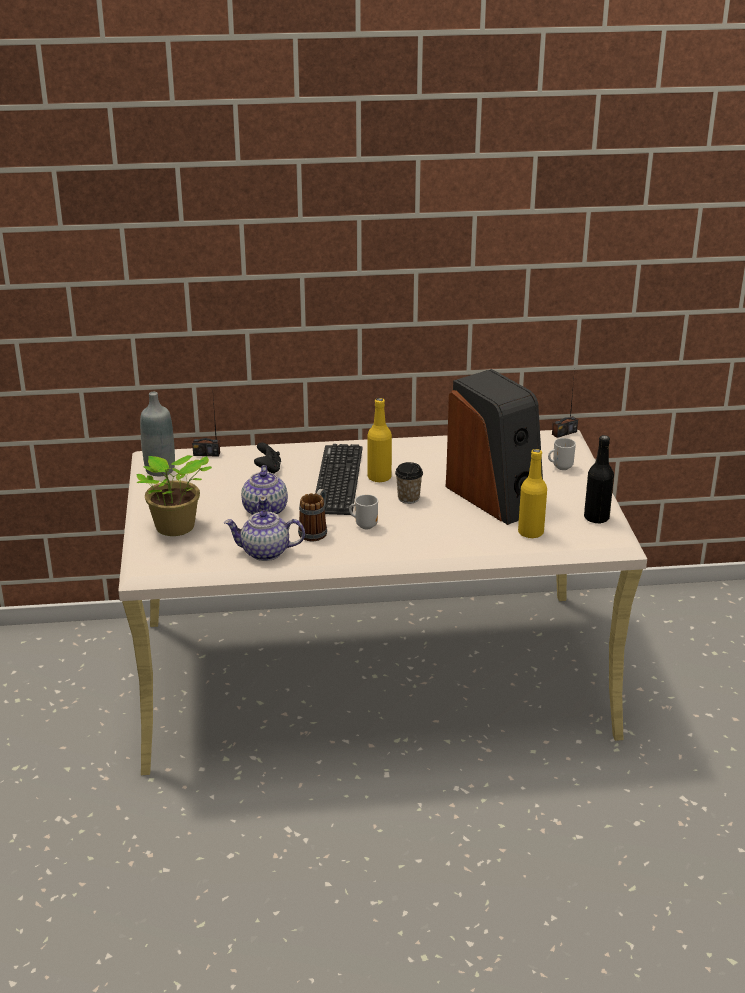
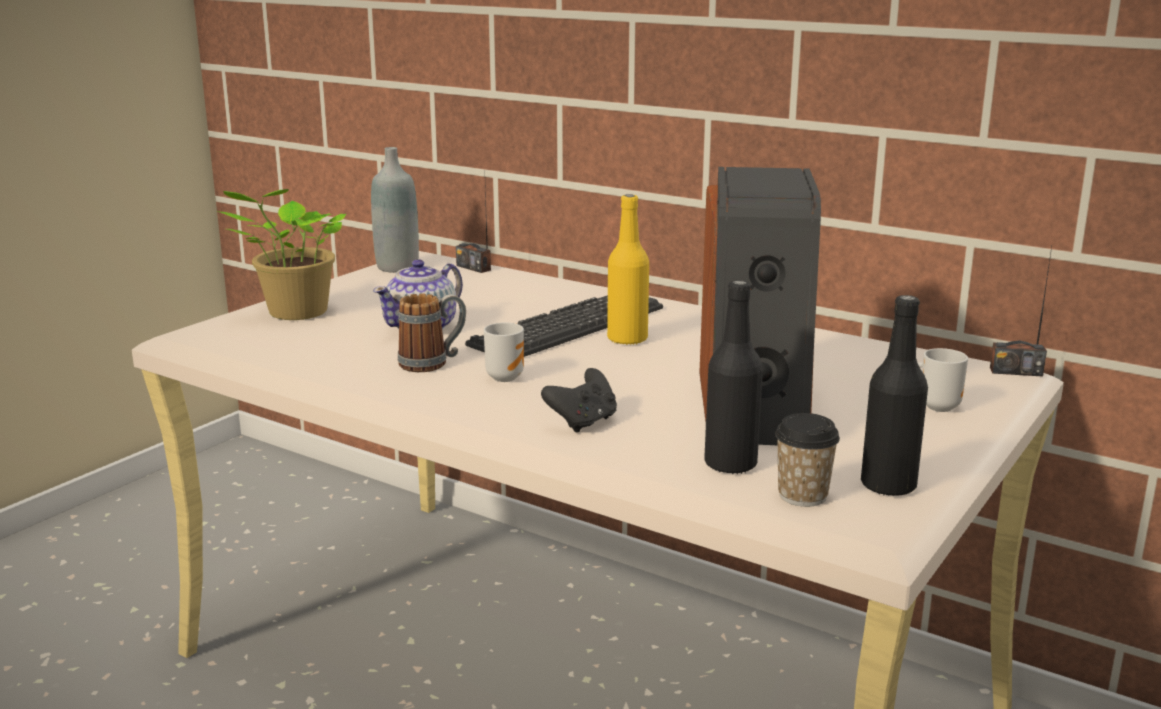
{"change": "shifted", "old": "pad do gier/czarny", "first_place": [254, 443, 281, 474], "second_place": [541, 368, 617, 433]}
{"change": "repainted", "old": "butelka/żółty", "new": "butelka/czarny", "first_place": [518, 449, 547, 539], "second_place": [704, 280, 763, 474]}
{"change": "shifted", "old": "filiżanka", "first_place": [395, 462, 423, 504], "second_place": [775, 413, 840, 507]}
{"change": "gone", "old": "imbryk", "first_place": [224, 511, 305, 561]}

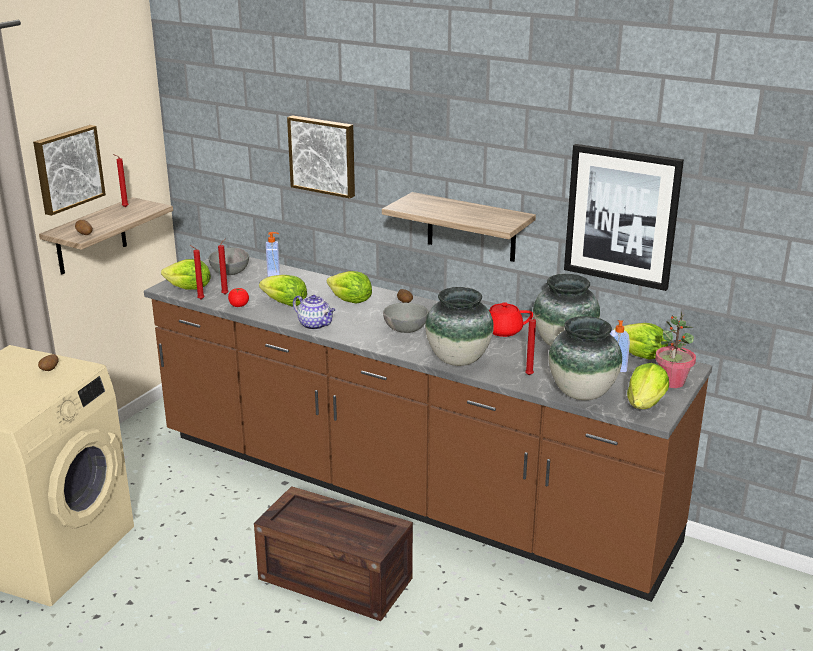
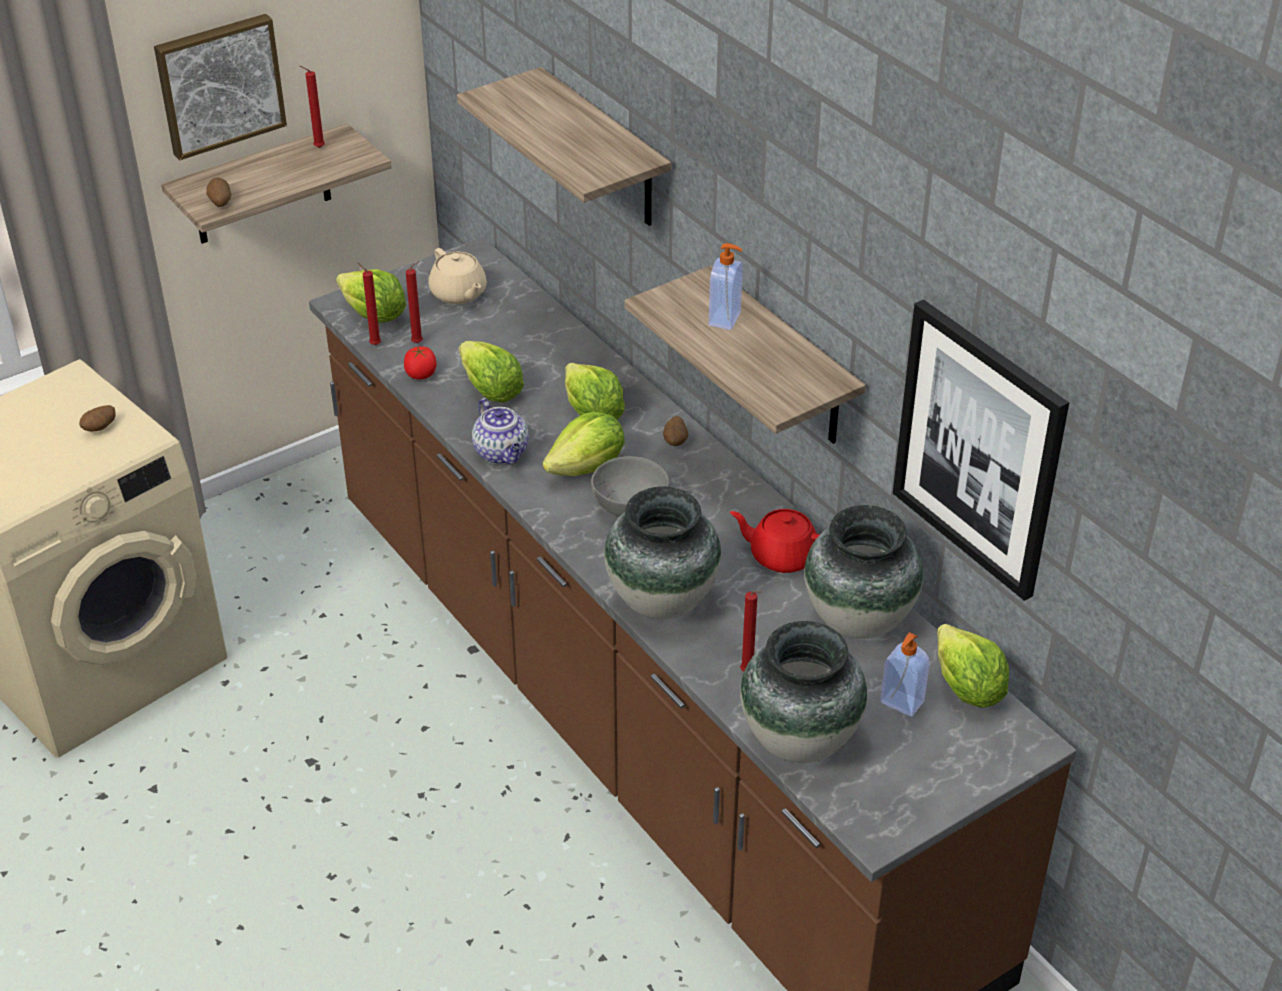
{"change": "swapped", "old": "miska/szary", "new": "imbryk/beżowy", "first_place": [209, 248, 249, 275], "second_place": [428, 248, 487, 304]}
{"change": "swapped", "old": "obraz", "new": "półka", "first_place": [287, 115, 355, 199], "second_place": [457, 67, 671, 226]}
{"change": "shifted", "old": "sałata", "first_place": [627, 363, 669, 409], "second_place": [543, 412, 625, 476]}
{"change": "shifted", "old": "dozownik mydła", "first_place": [266, 232, 280, 276], "second_place": [709, 243, 743, 330]}
{"change": "gone", "old": "skrzynka", "first_place": [254, 486, 413, 621]}
{"change": "gone", "old": "roślina doniczkowa", "first_place": [655, 312, 696, 388]}

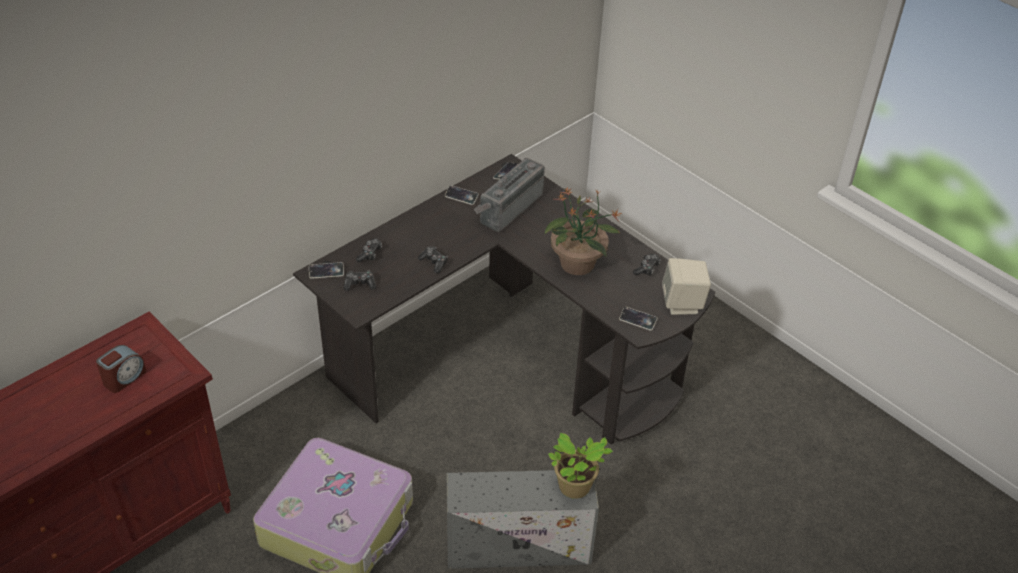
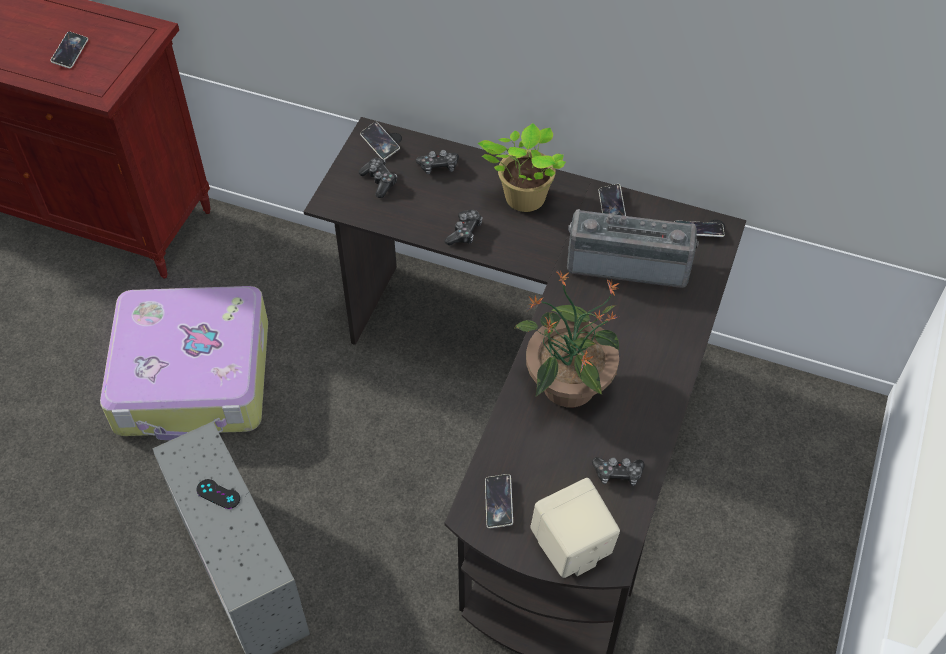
{"change": "swapped", "old": "budzik", "new": "telefon", "first_place": [96, 345, 147, 393], "second_place": [50, 31, 88, 68]}
{"change": "new", "new": "pad do gier/czarny", "second_place": [196, 479, 240, 509]}
{"change": "shifted", "old": "roślina doniczkowa", "first_place": [548, 433, 613, 499], "second_place": [478, 123, 566, 212]}

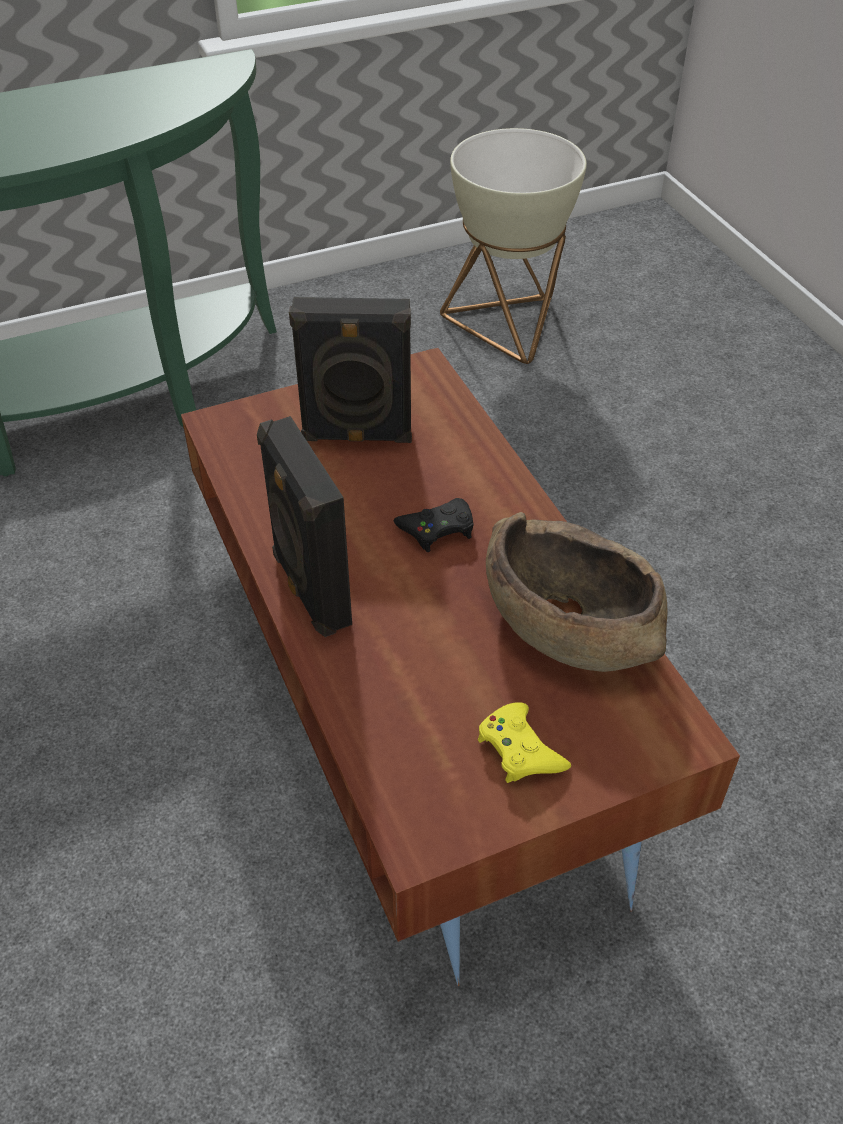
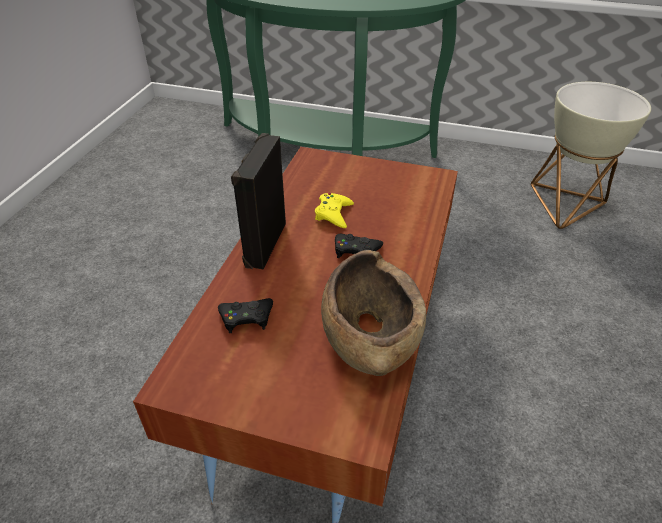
{"change": "new", "new": "pad do gier/czarny", "second_place": [218, 298, 273, 333]}
{"change": "shifted", "old": "pad do gier/żółty", "first_place": [478, 702, 571, 783], "second_place": [315, 193, 354, 228]}
{"change": "gone", "old": "głośnik/czarny", "first_place": [289, 297, 412, 443]}

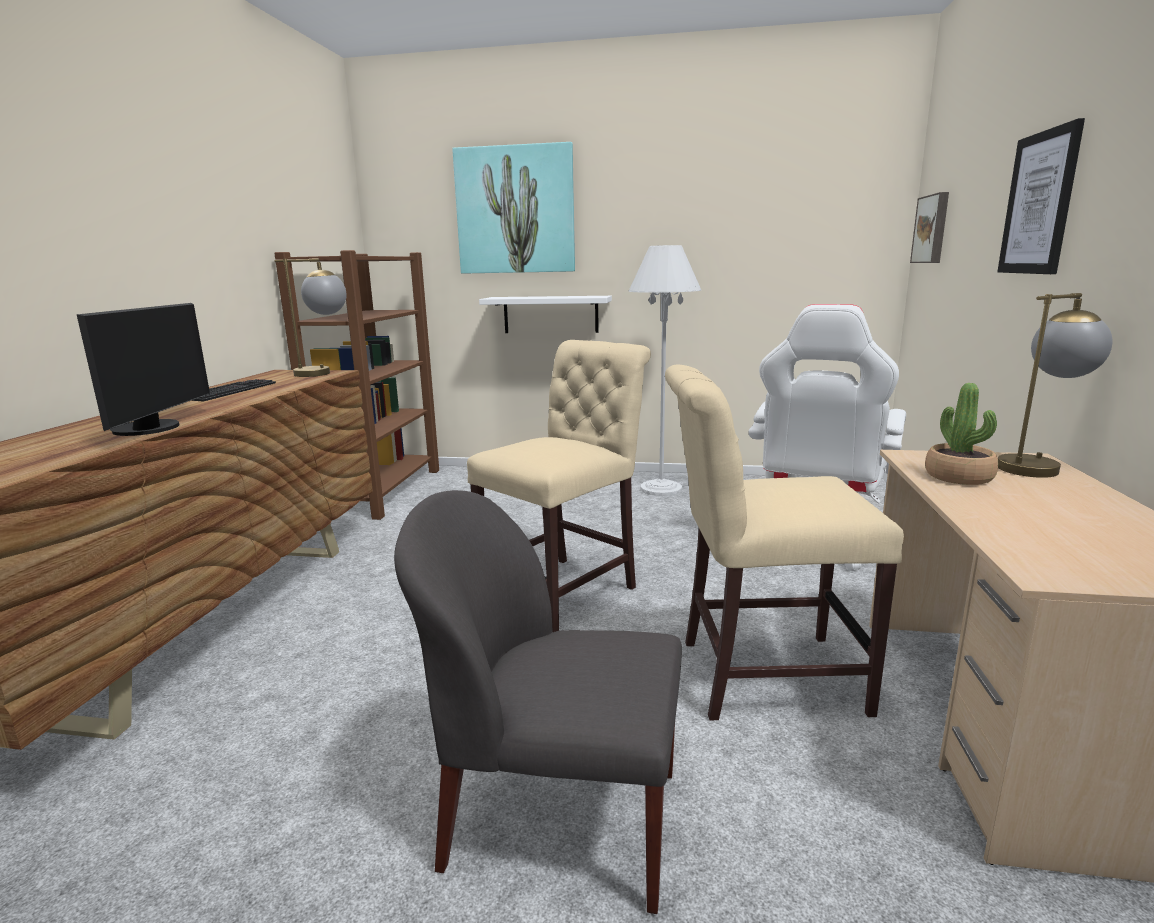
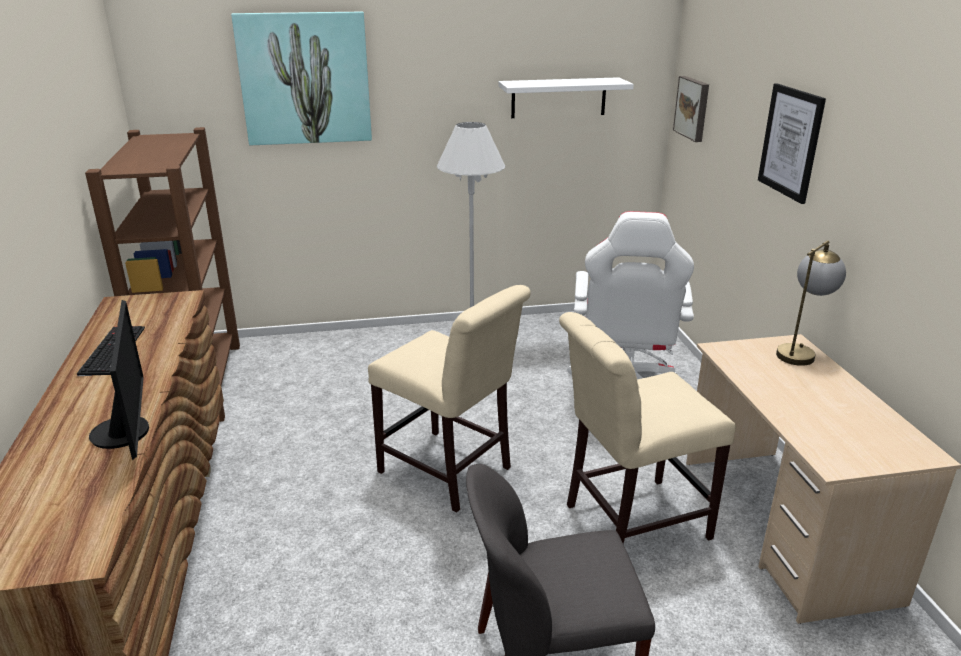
{"change": "rotated", "old": "krzesło/beżowy", "first_place": [467, 340, 651, 632], "second_place": [368, 285, 531, 513], "degrees": 105}
{"change": "shifted", "old": "półka/biały", "first_place": [479, 296, 612, 333], "second_place": [498, 77, 634, 118]}
{"change": "gone", "old": "lampa stołowa", "first_place": [274, 258, 347, 377]}
{"change": "gone", "old": "roślina doniczkowa", "first_place": [925, 383, 998, 485]}

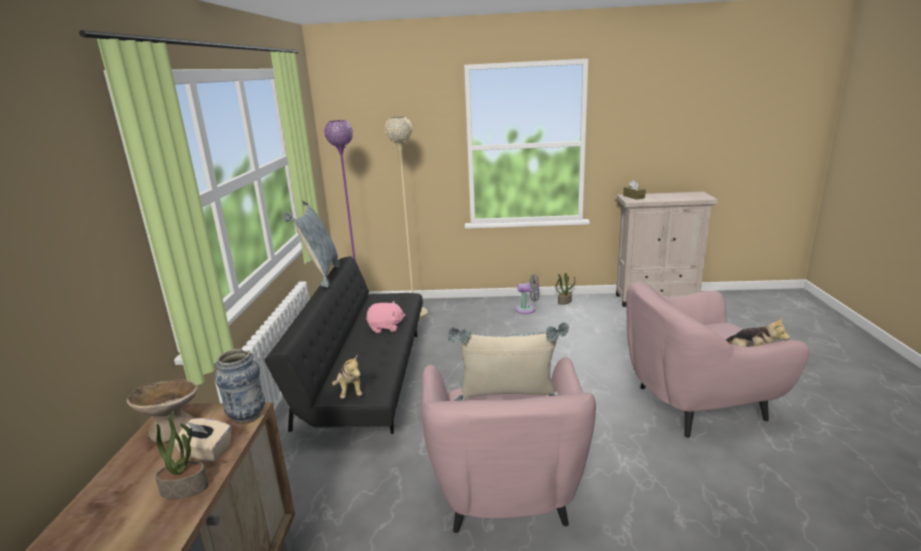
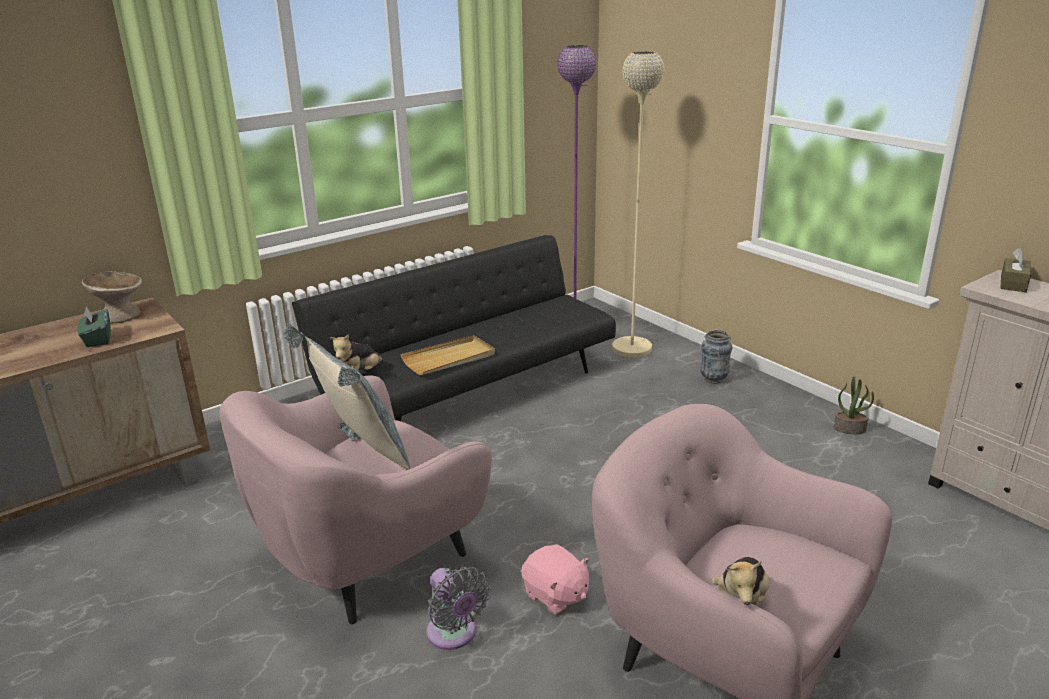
{"change": "repainted", "old": "pudełko chusteczek/beżowy", "new": "pudełko chusteczek/zielony", "first_place": [174, 418, 231, 462], "second_place": [78, 306, 111, 347]}
{"change": "new", "new": "taca/beżowy", "second_place": [400, 335, 495, 375]}
{"change": "shifted", "old": "wentylator/szary", "first_place": [515, 274, 539, 314], "second_place": [426, 567, 490, 650]}
{"change": "shifted", "old": "pluszak/różowy", "first_place": [366, 301, 406, 333], "second_place": [521, 544, 590, 615]}
{"change": "shifted", "old": "wazon", "first_place": [214, 348, 265, 424], "second_place": [700, 330, 732, 384]}
{"change": "gone", "old": "roślina doniczkowa", "first_place": [155, 411, 209, 499]}
{"change": "gone", "old": "poduszka", "first_place": [283, 201, 340, 288]}

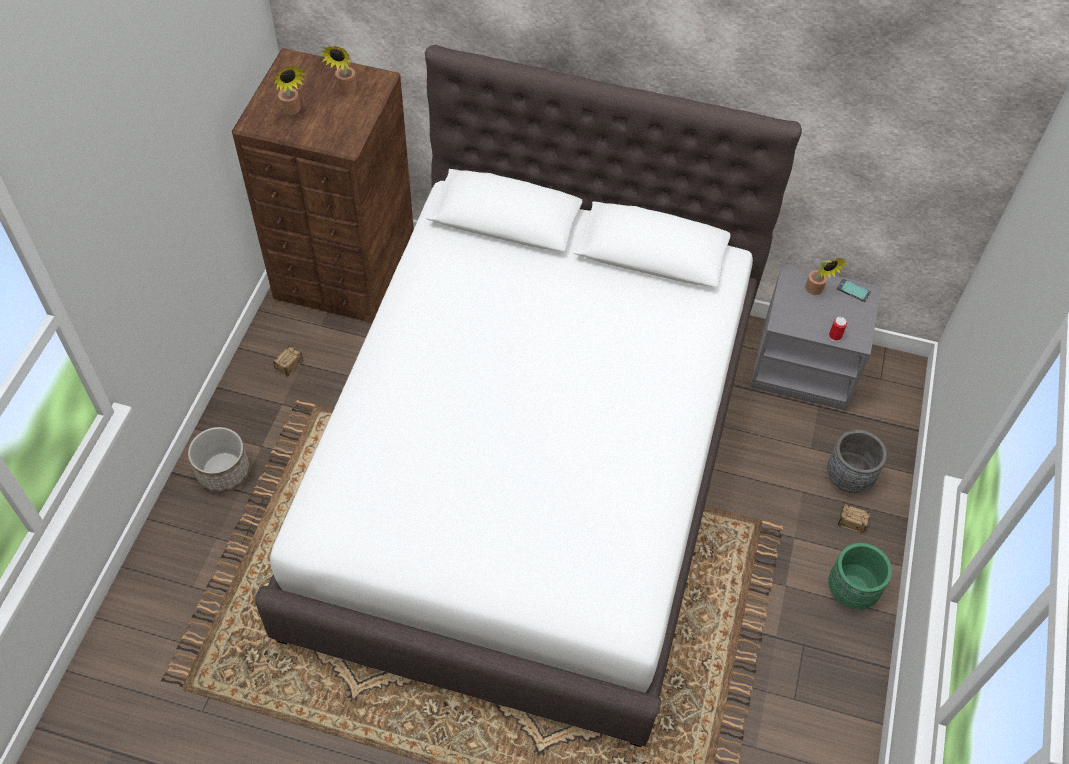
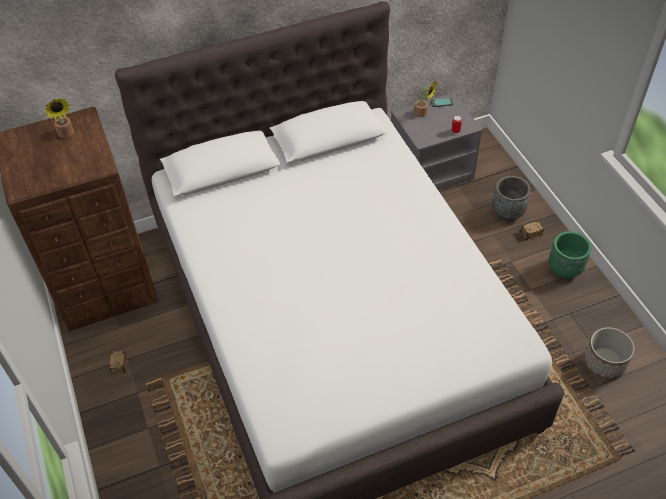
{"change": "shifted", "old": "donica", "first_place": [188, 427, 250, 493], "second_place": [584, 327, 635, 379]}
{"change": "gone", "old": "roślina doniczkowa", "first_place": [274, 66, 306, 115]}

